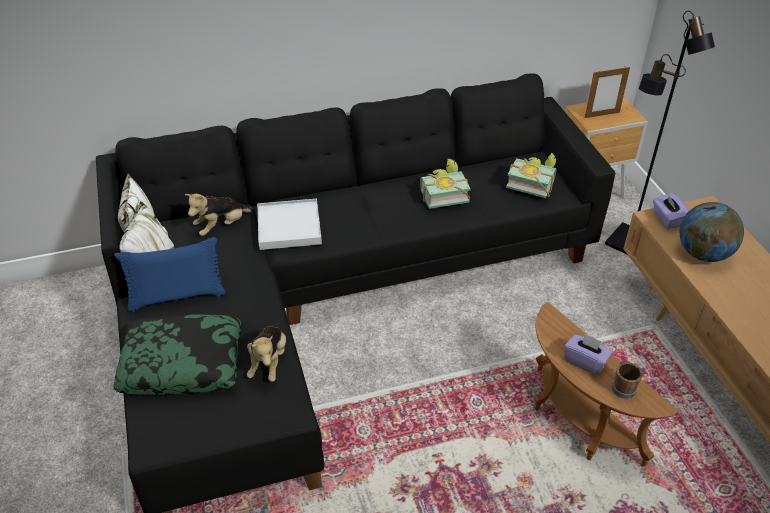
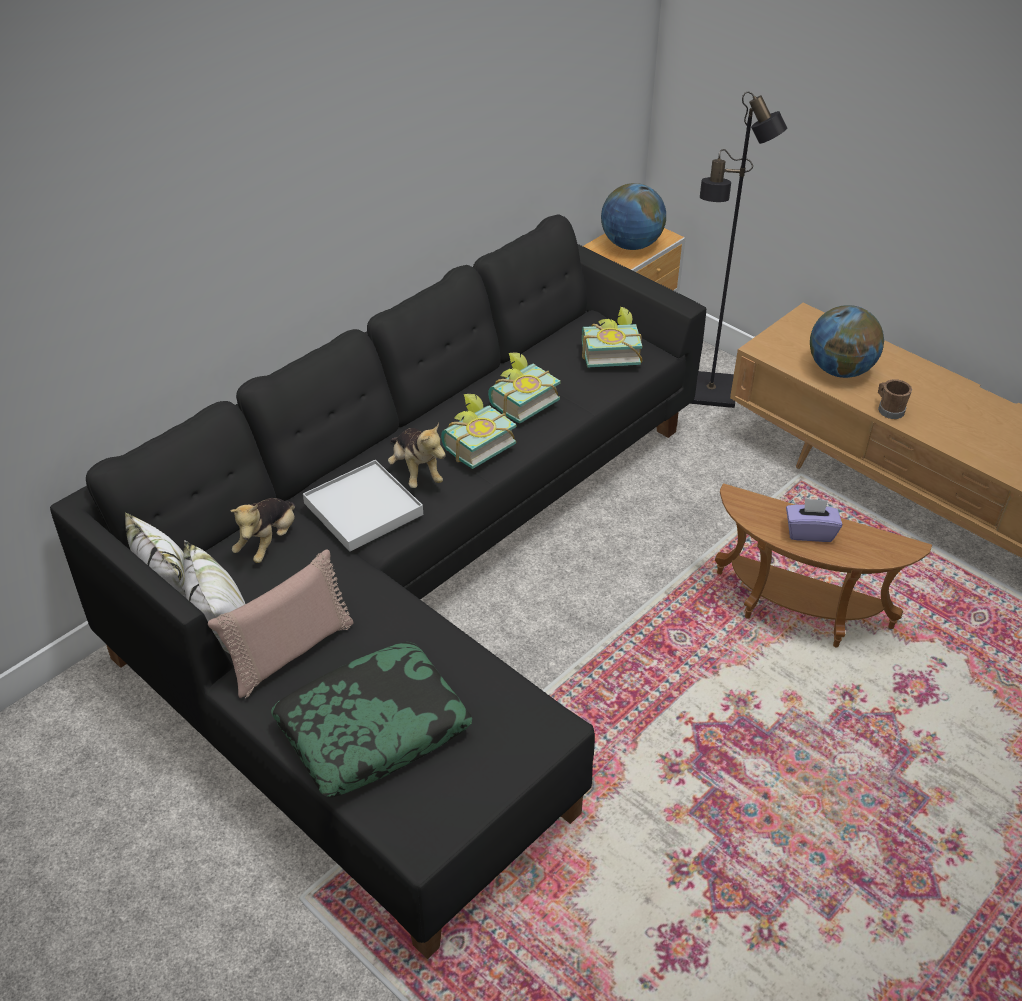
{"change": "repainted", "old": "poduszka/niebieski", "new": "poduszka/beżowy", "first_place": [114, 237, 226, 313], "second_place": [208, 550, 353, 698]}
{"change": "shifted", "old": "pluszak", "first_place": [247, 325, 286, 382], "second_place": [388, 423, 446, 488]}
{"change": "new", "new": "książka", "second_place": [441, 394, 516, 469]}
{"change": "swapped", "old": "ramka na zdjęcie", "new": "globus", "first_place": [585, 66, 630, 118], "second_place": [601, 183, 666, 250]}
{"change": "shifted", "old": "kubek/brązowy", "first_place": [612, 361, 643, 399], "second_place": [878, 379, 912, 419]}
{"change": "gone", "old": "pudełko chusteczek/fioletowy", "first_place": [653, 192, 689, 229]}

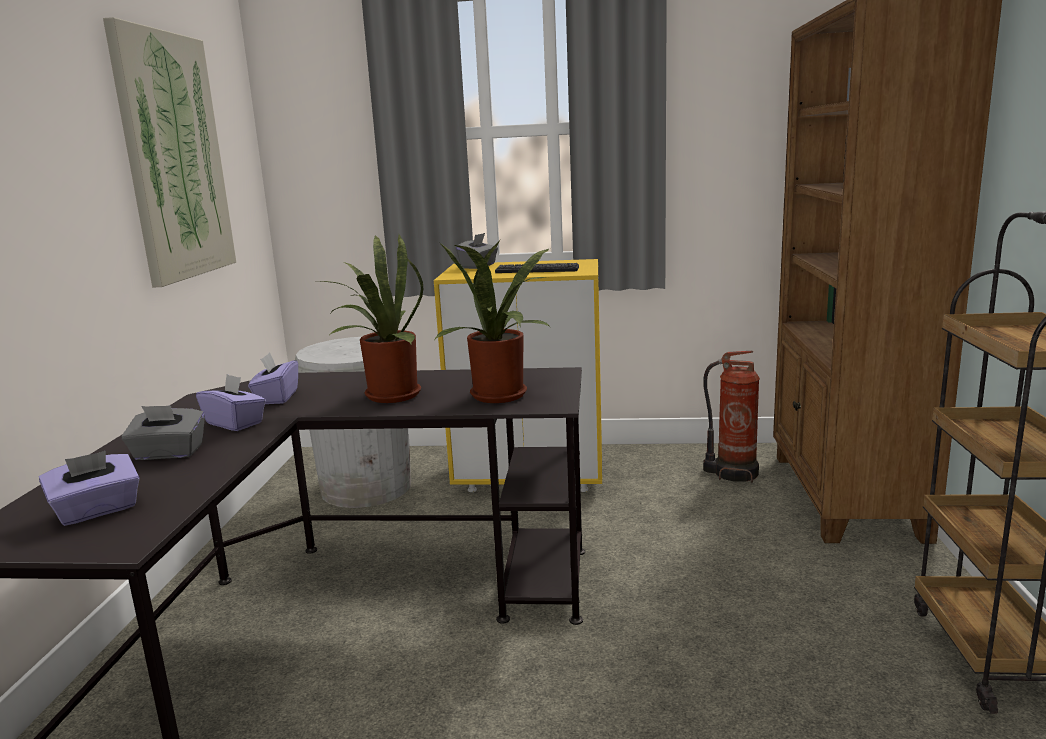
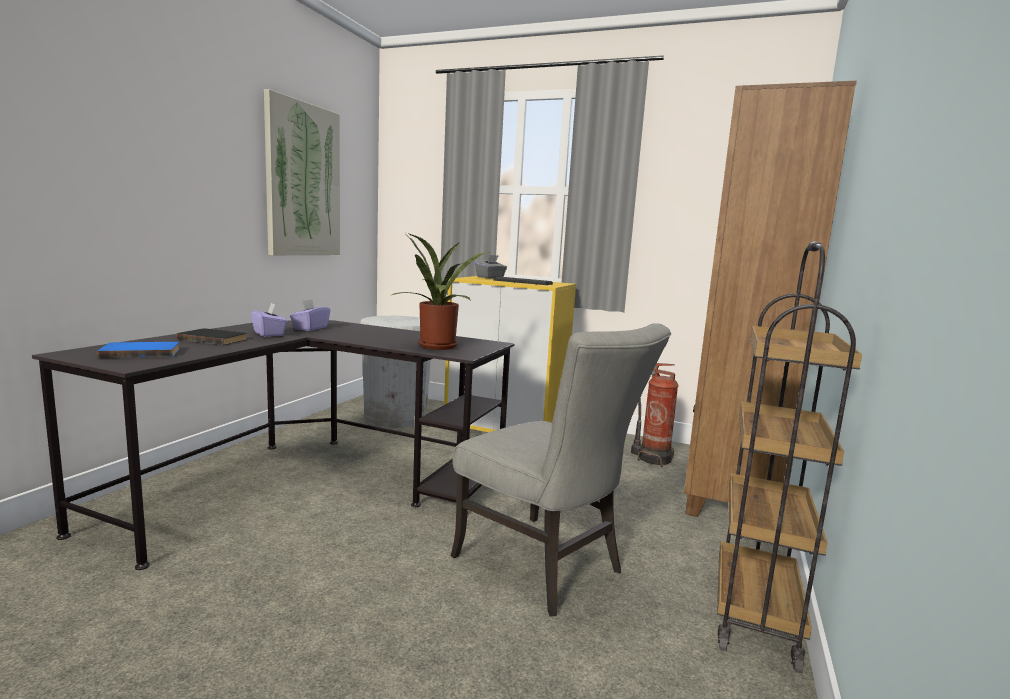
{"change": "swapped", "old": "pudełko chusteczek/fioletowy", "new": "książka/niebieski", "first_place": [39, 451, 140, 526], "second_place": [97, 342, 179, 358]}
{"change": "swapped", "old": "pudełko chusteczek/szary", "new": "książka/czarny", "first_place": [121, 405, 205, 460], "second_place": [176, 328, 247, 345]}
{"change": "new", "new": "krzesło/szary", "second_place": [451, 323, 671, 617]}
{"change": "gone", "old": "roślina doniczkowa", "first_place": [317, 235, 424, 403]}

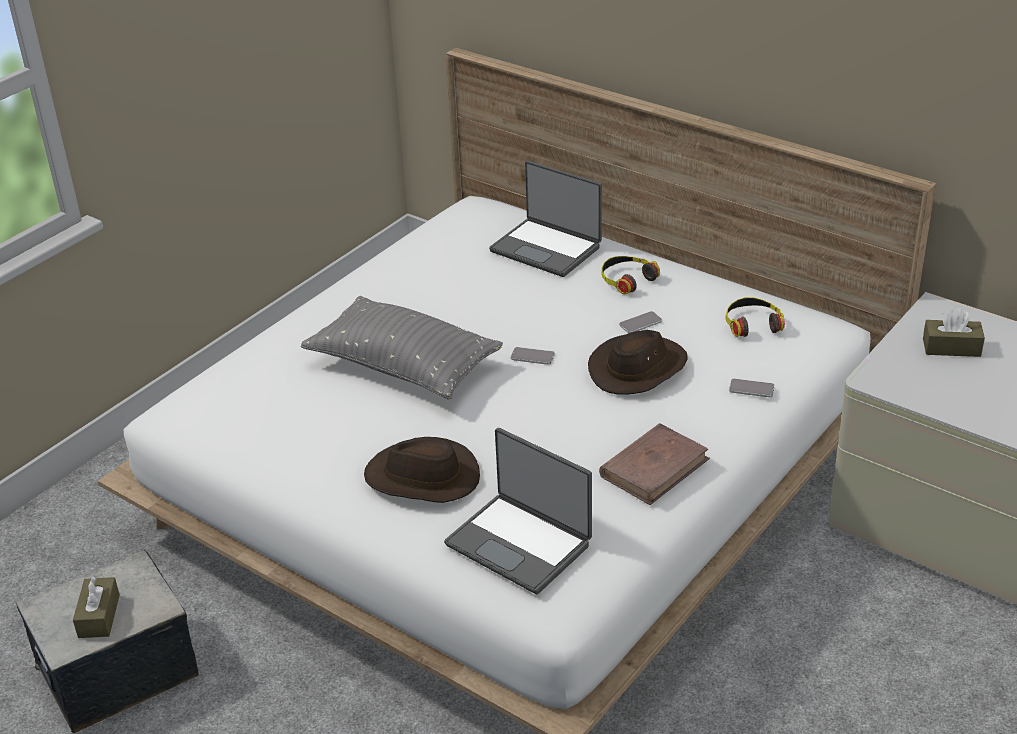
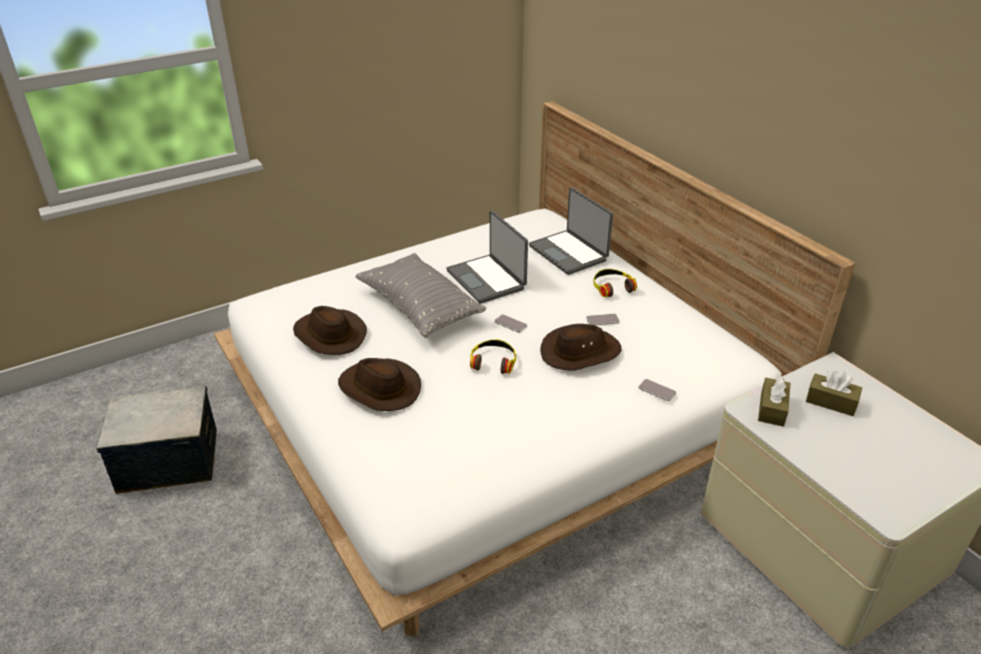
{"change": "new", "new": "kapelusz/brązowy", "second_place": [293, 306, 367, 355]}
{"change": "shifted", "old": "laptop", "first_place": [444, 428, 592, 594], "second_place": [446, 211, 528, 304]}
{"change": "shifted", "old": "słuchawki", "first_place": [726, 297, 785, 337], "second_place": [470, 339, 516, 374]}
{"change": "shifted", "old": "pudełko chusteczek/brązowy", "first_place": [73, 575, 120, 638], "second_place": [758, 376, 791, 427]}
{"change": "gone", "old": "książka/brązowy", "first_place": [599, 423, 710, 505]}

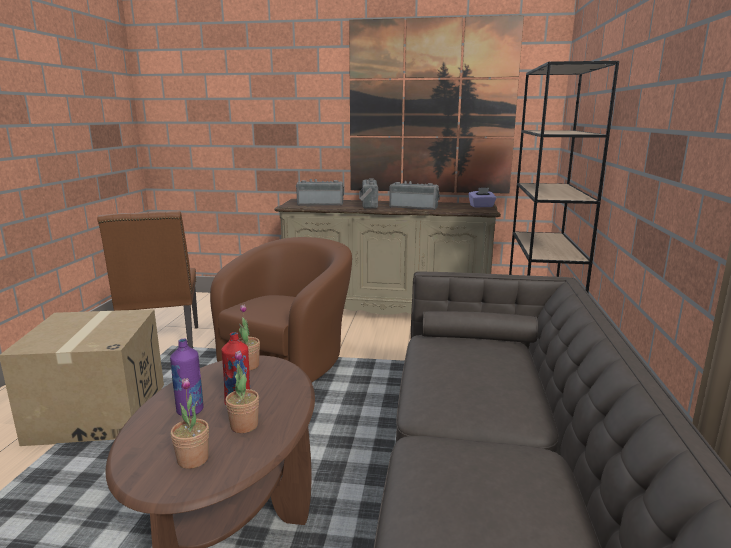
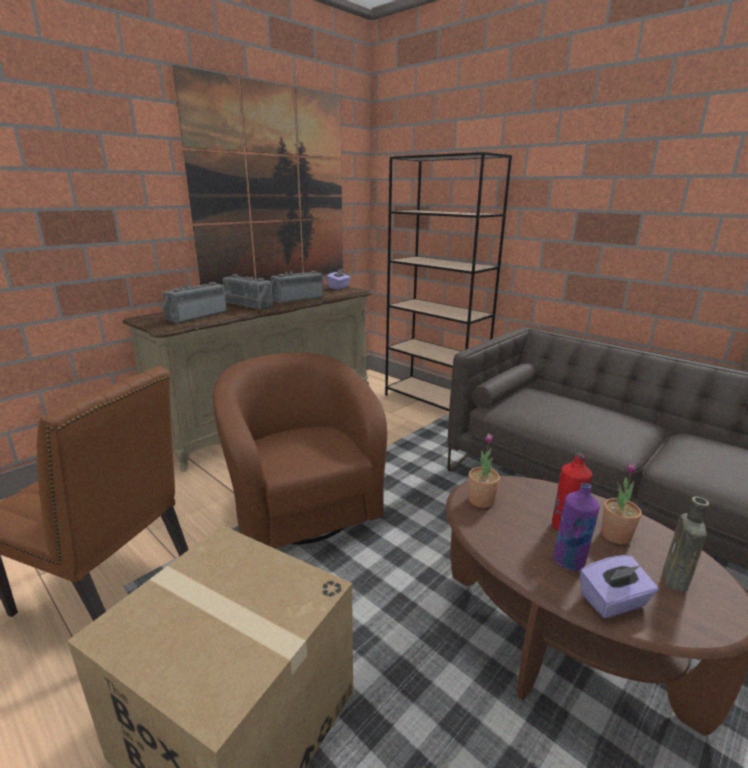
{"change": "new", "new": "pudełko chusteczek/fioletowy", "second_place": [580, 555, 658, 618]}
{"change": "swapped", "old": "roślina doniczkowa", "new": "butelka/brązowy", "first_place": [170, 378, 209, 469], "second_place": [663, 496, 709, 593]}

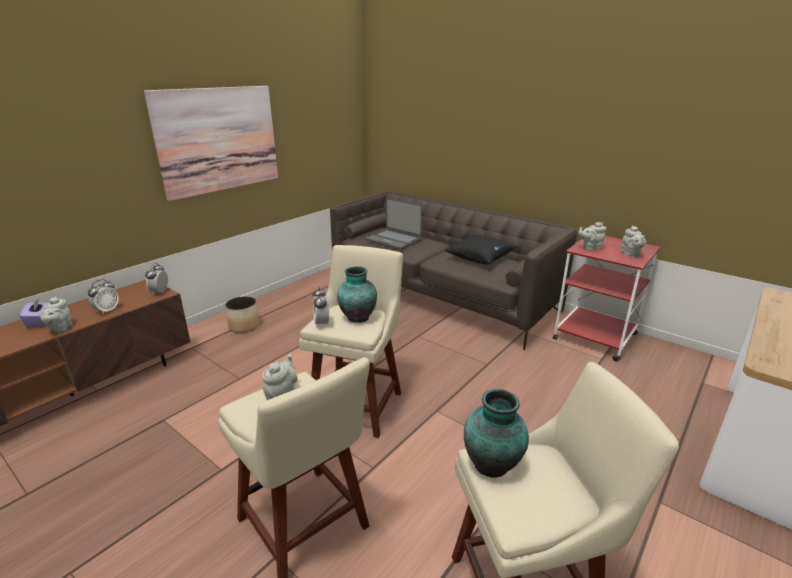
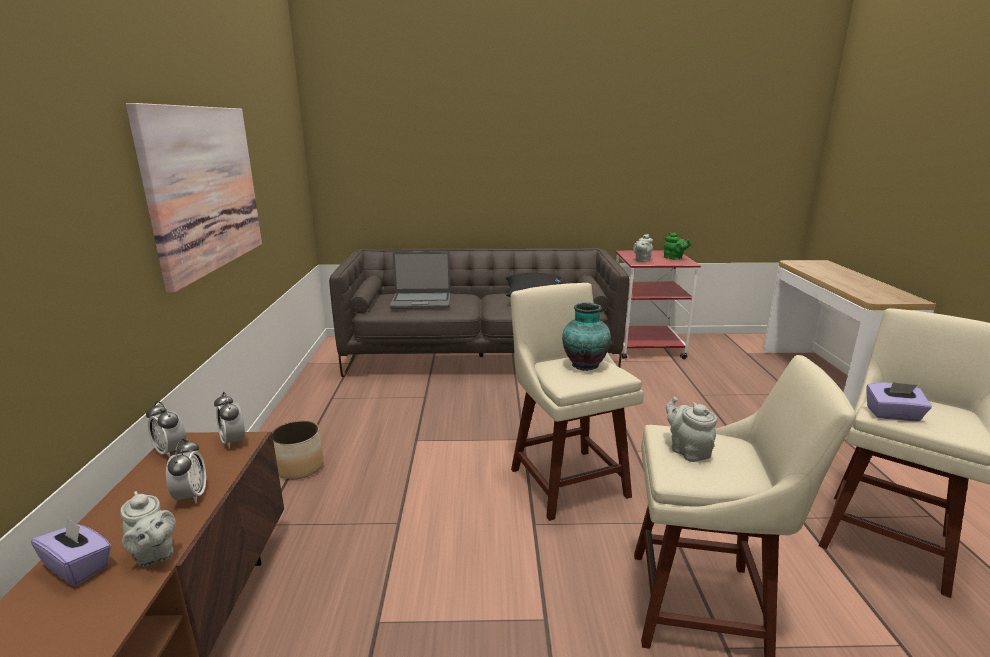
{"change": "shifted", "old": "budzik", "first_place": [313, 287, 329, 328], "second_place": [146, 401, 186, 458]}
{"change": "repainted", "old": "imbryk/szary", "new": "imbryk/zielony", "first_place": [621, 225, 646, 257], "second_place": [664, 233, 691, 260]}
{"change": "swapped", "old": "wazon", "new": "pudełko chusteczek/fioletowy", "first_place": [464, 389, 529, 478], "second_place": [866, 382, 932, 421]}

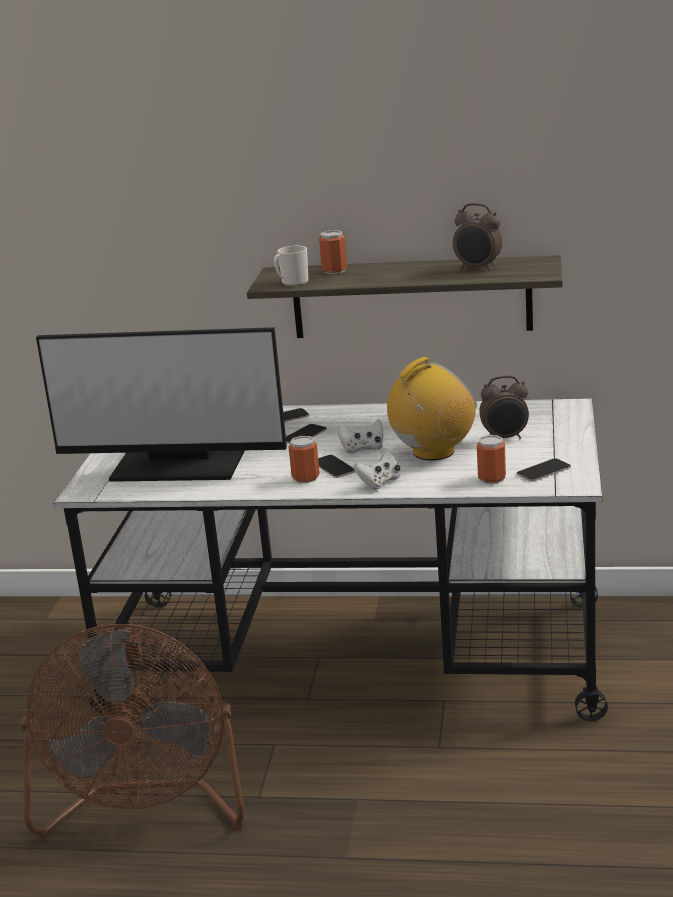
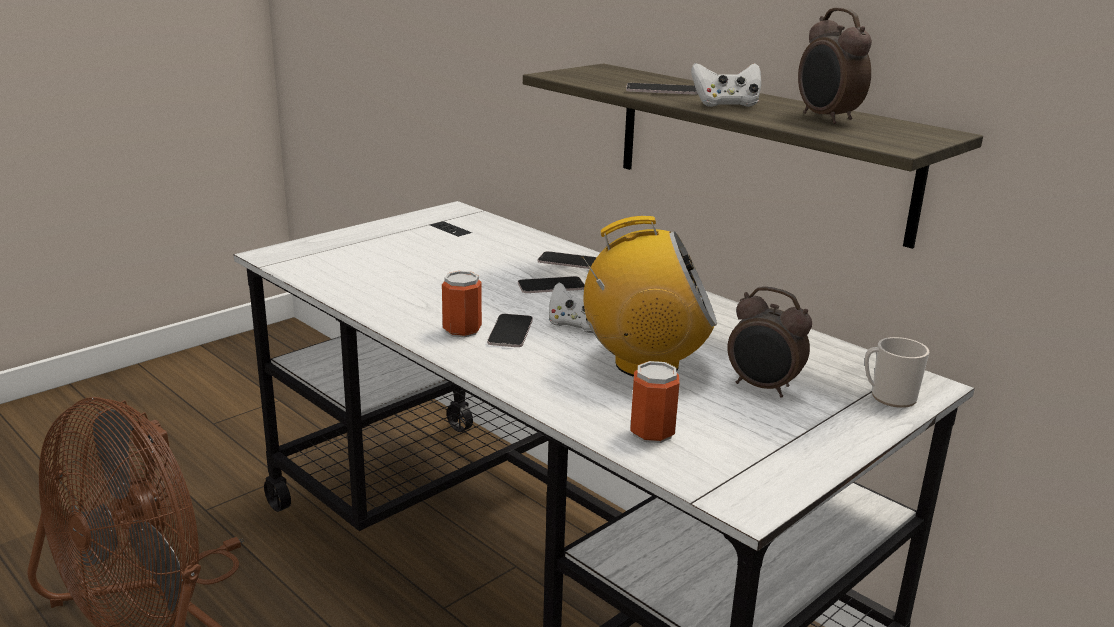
{"change": "shifted", "old": "telefon", "first_place": [517, 458, 571, 482], "second_place": [626, 83, 698, 95]}
{"change": "shifted", "old": "pad do gier/biały", "first_place": [354, 449, 401, 490], "second_place": [691, 63, 761, 107]}
{"change": "shifted", "old": "kubek", "first_place": [274, 246, 308, 286], "second_place": [865, 337, 929, 408]}
{"change": "gone", "old": "monitor", "first_place": [36, 327, 287, 482]}
{"change": "gone", "old": "puszka", "first_place": [319, 230, 347, 274]}

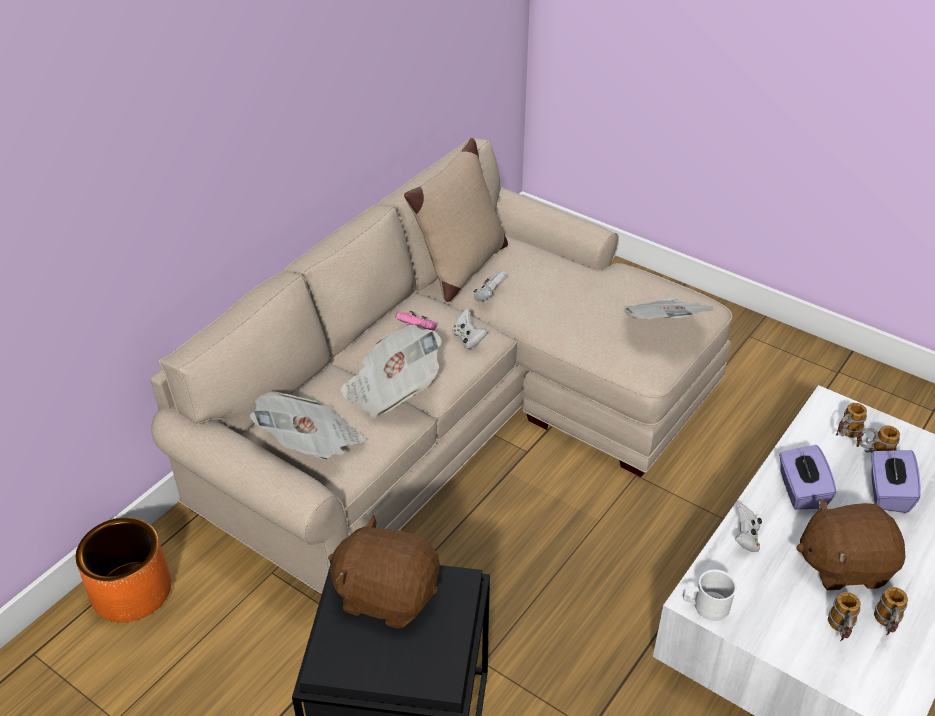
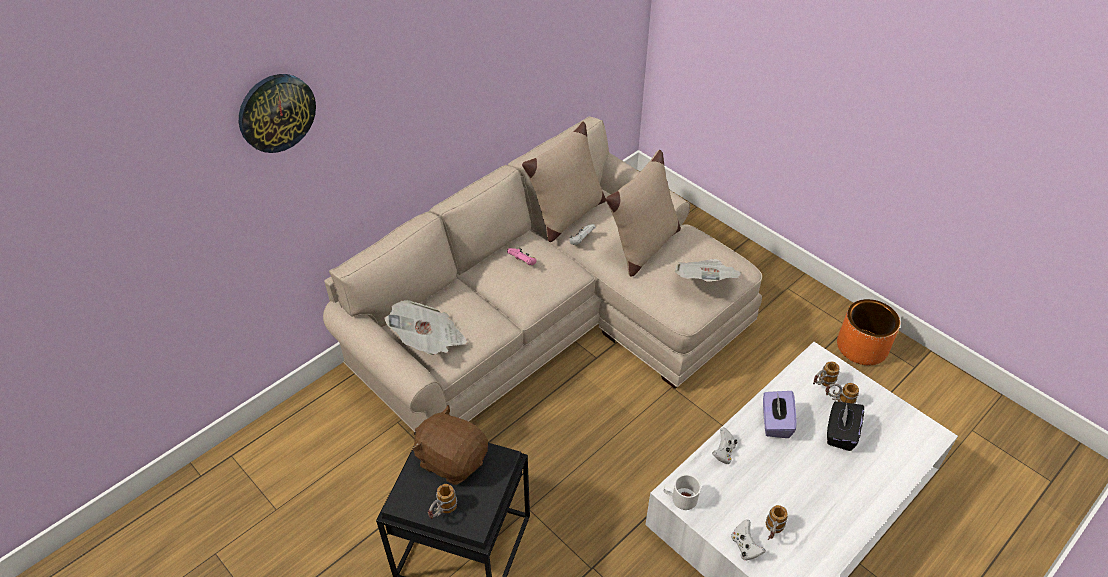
{"change": "new", "new": "zegar ścienny", "second_place": [239, 74, 316, 153]}
{"change": "shifted", "old": "kubek", "first_place": [874, 587, 908, 635], "second_place": [428, 484, 457, 519]}
{"change": "new", "new": "poduszka/beżowy", "second_place": [606, 150, 681, 277]}
{"change": "shifted", "old": "pad do gier/biały", "first_place": [452, 309, 488, 349], "second_place": [731, 519, 766, 561]}
{"change": "repainted", "old": "pudełko chusteczek/fioletowy", "new": "pudełko chusteczek/czarny", "first_place": [871, 450, 921, 513], "second_place": [827, 401, 864, 451]}
{"change": "shifted", "old": "donica/pomarańczowy", "first_place": [75, 517, 171, 623], "second_place": [837, 299, 900, 365]}
{"change": "gone", "old": "gazeta", "first_place": [341, 324, 442, 419]}
{"change": "gone", "old": "pluszak/brązowy", "first_place": [797, 499, 905, 590]}

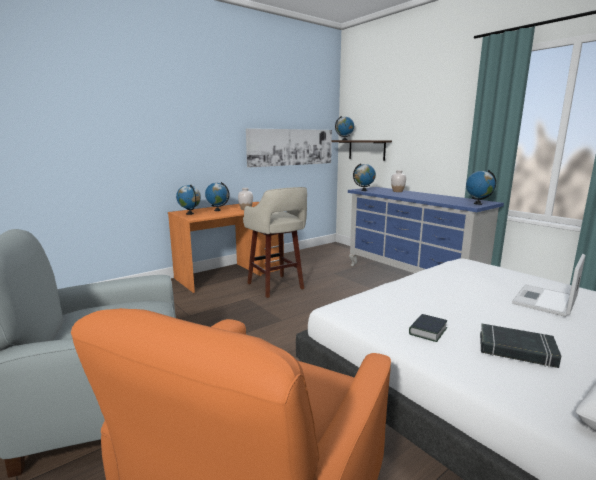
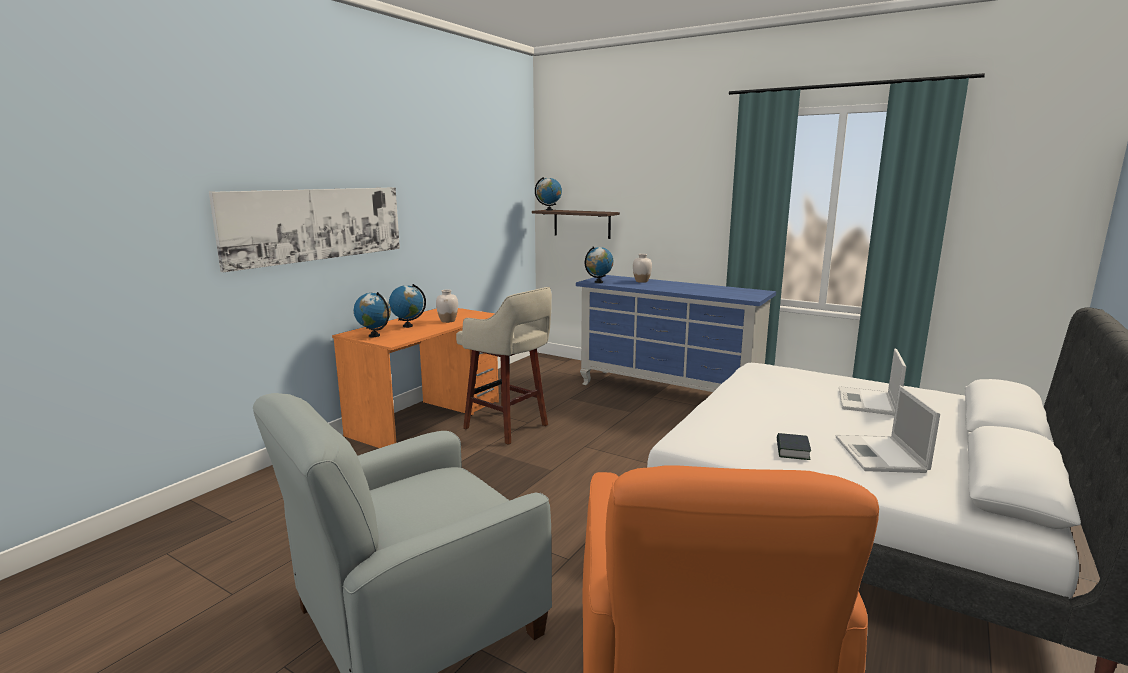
{"change": "shifted", "old": "obraz", "first_place": [246, 128, 332, 168], "second_place": [209, 187, 400, 272]}
{"change": "swapped", "old": "książka/czarny", "new": "laptop", "first_place": [480, 324, 561, 368], "second_place": [835, 385, 940, 473]}
{"change": "gone", "old": "globus", "first_place": [466, 170, 496, 205]}

